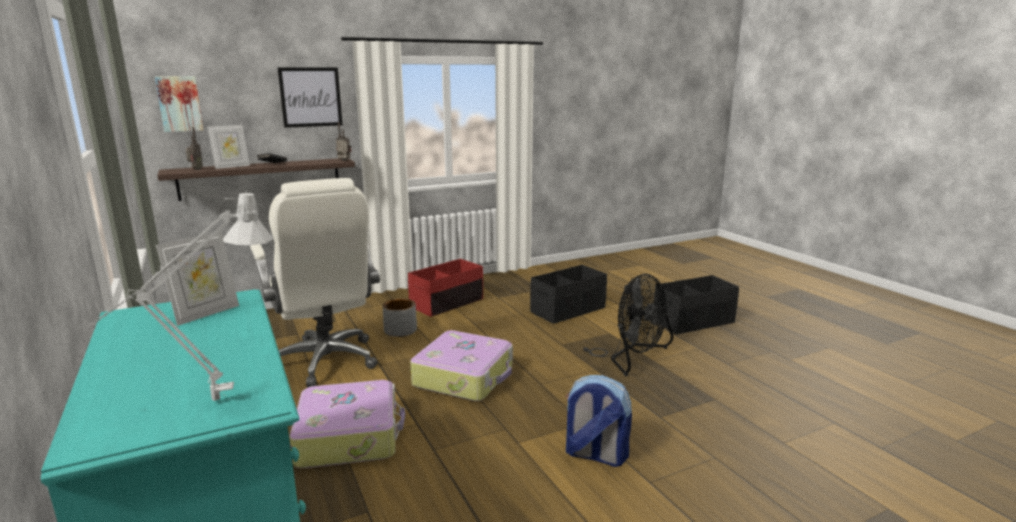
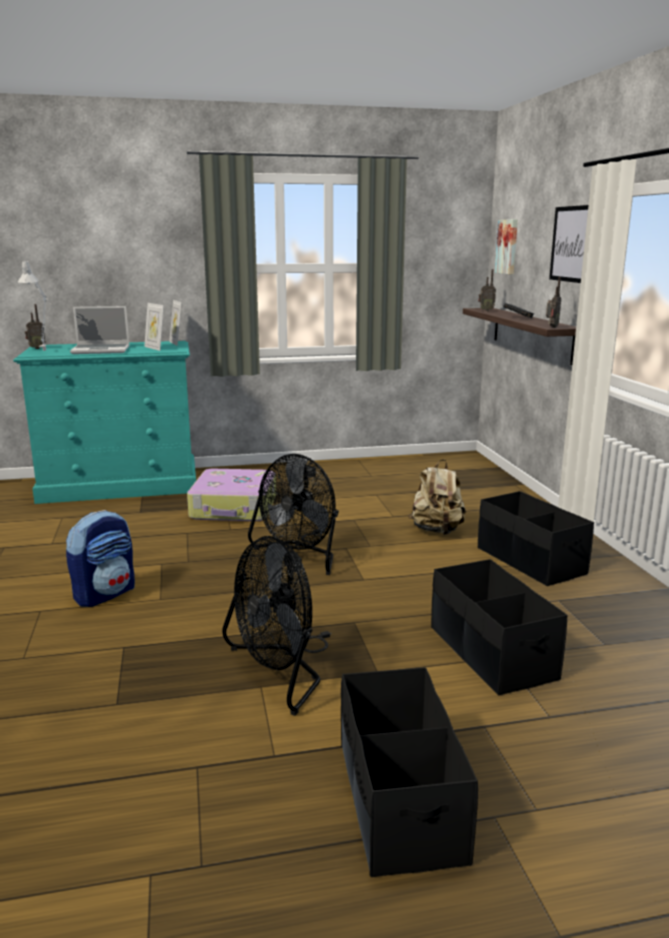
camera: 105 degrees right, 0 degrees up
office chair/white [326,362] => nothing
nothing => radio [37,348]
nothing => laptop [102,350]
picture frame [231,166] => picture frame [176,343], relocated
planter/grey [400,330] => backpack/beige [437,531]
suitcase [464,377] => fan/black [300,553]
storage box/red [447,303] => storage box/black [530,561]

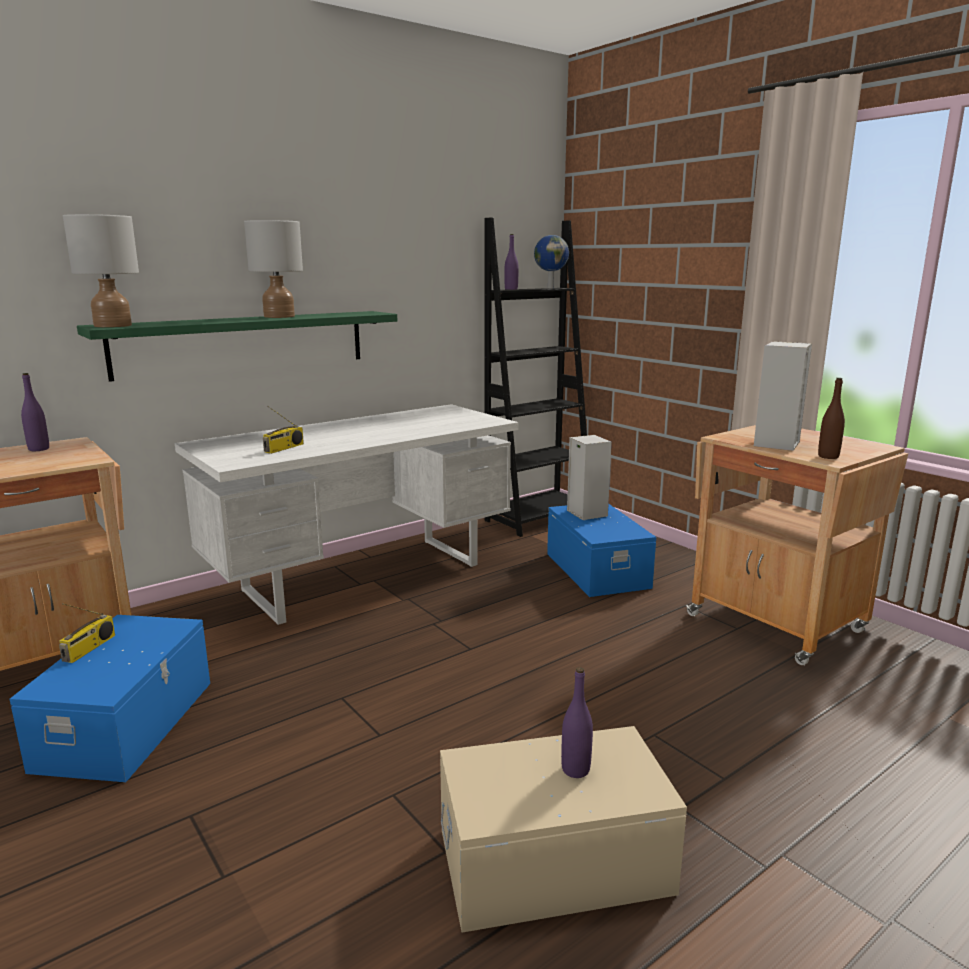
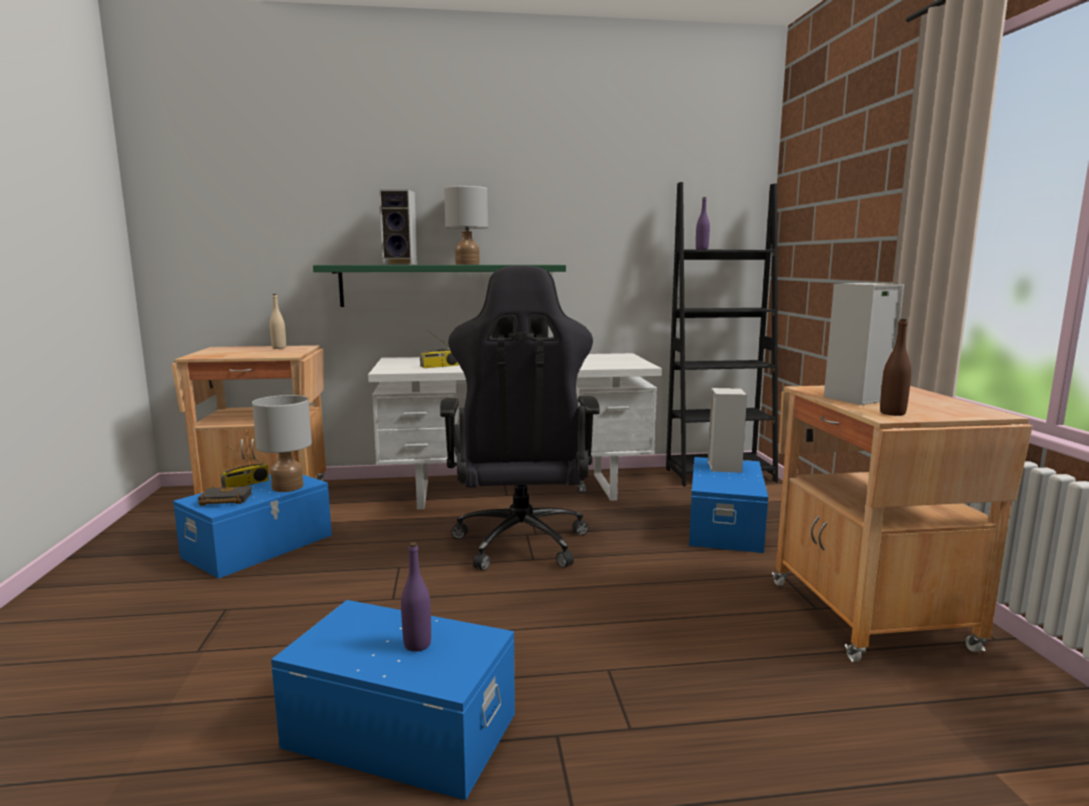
camera: 30 degrees right, 5 degrees down
globe [550,288] => nothing
nothing => book/black [224,500]
nothing => speaker [401,264]
nothing => office chair/black [520,539]
table lamp/grey [113,326] => table lamp/grey [288,487], relocated
bottle/purple [39,449] => bottle/beige [279,348]
storage box/beige [552,859] => storage box/blue [402,728]

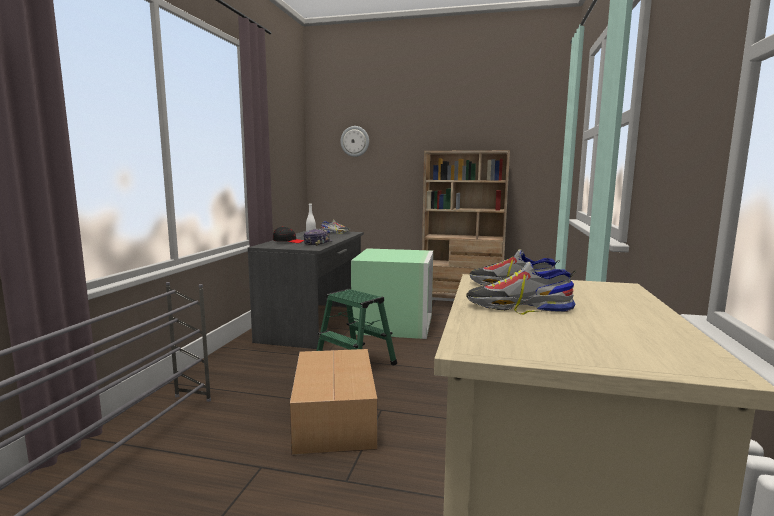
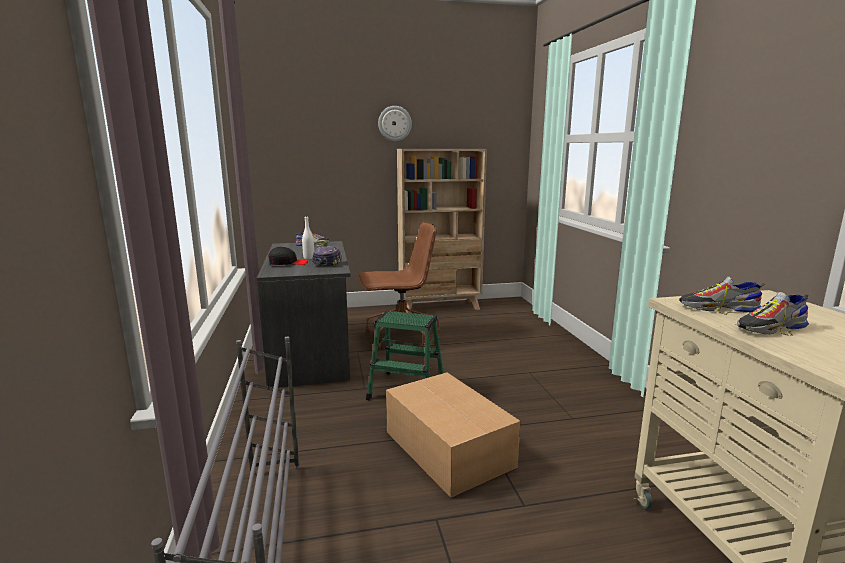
camera: 25 degrees left, 5 degrees up
wall clock [355,141] => wall clock [394,123], relocated
storage box/green [395,324] => office chair/brown [398,337]

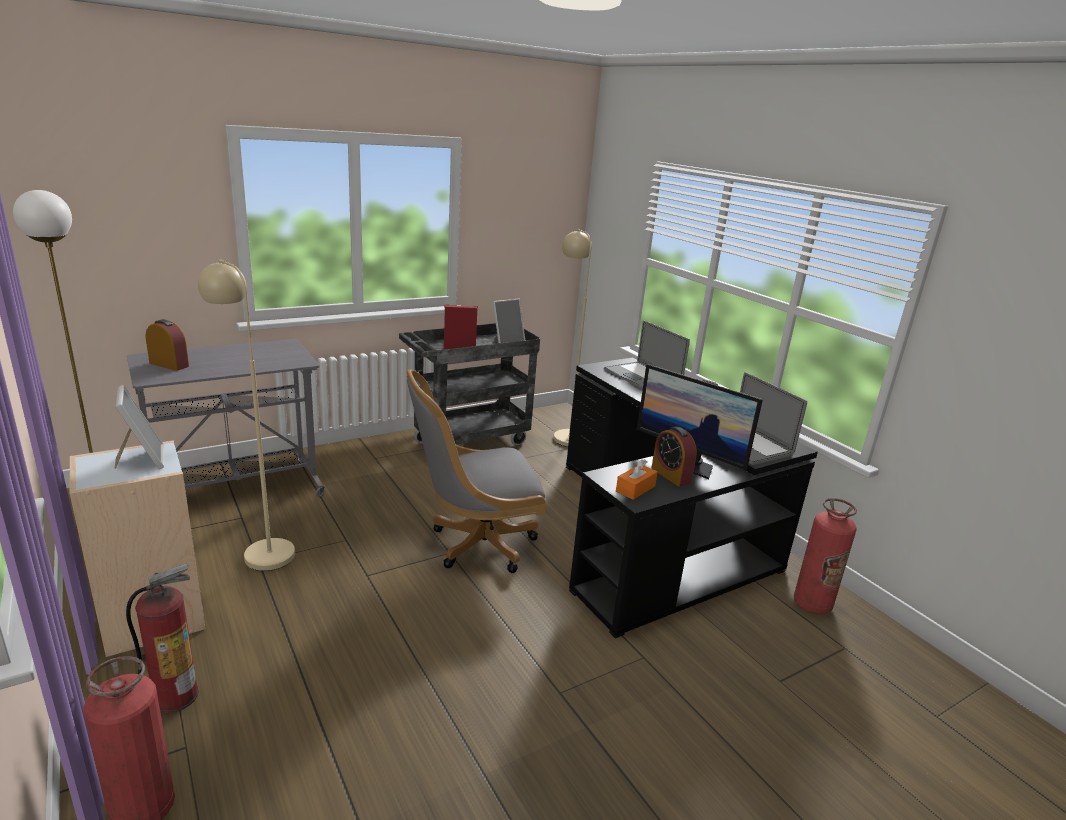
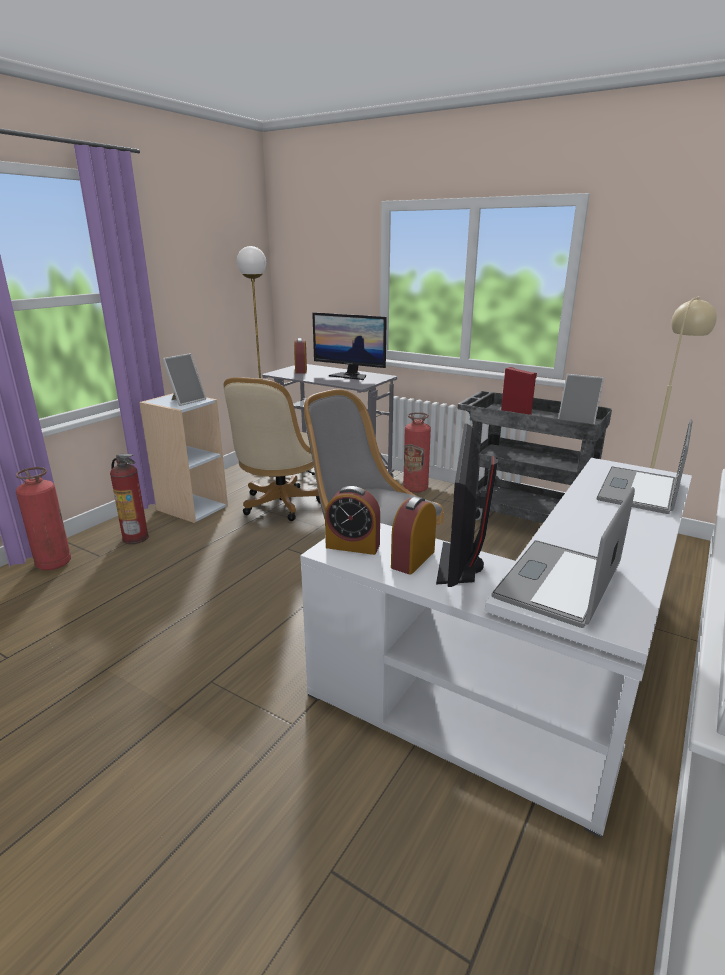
camera: 65 degrees right, 0 degrees up
nothing => monitor [350,376]
fire extinguisher [812,604] => fire extinguisher [415,489], relocated
floor lamp/beige [261,550] => office chair/beige [279,507]
tissue box/orange [635,489] => alarm clock [352,546]
desk/black [659,534] => desk/white [530,682]

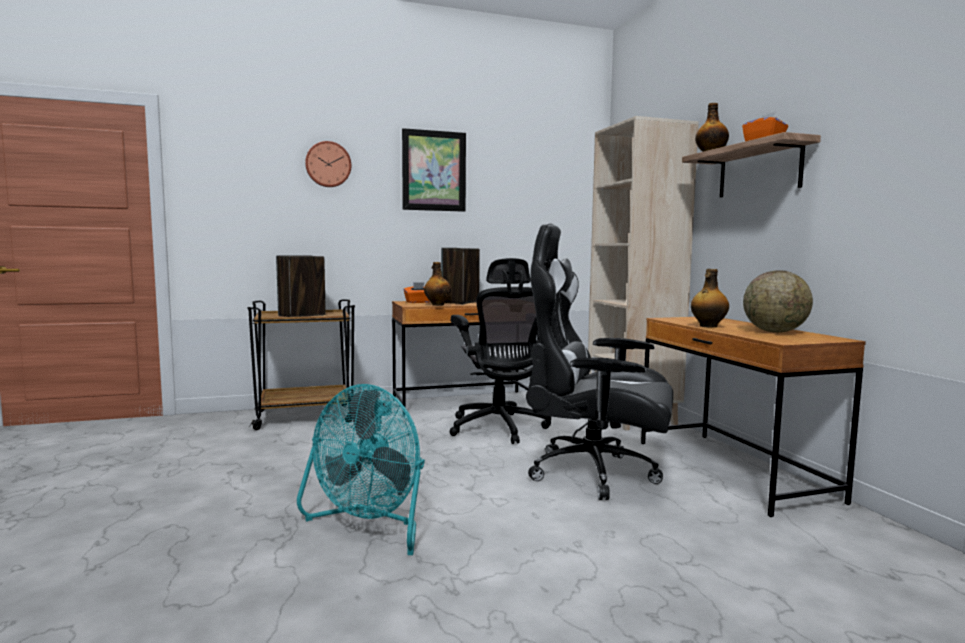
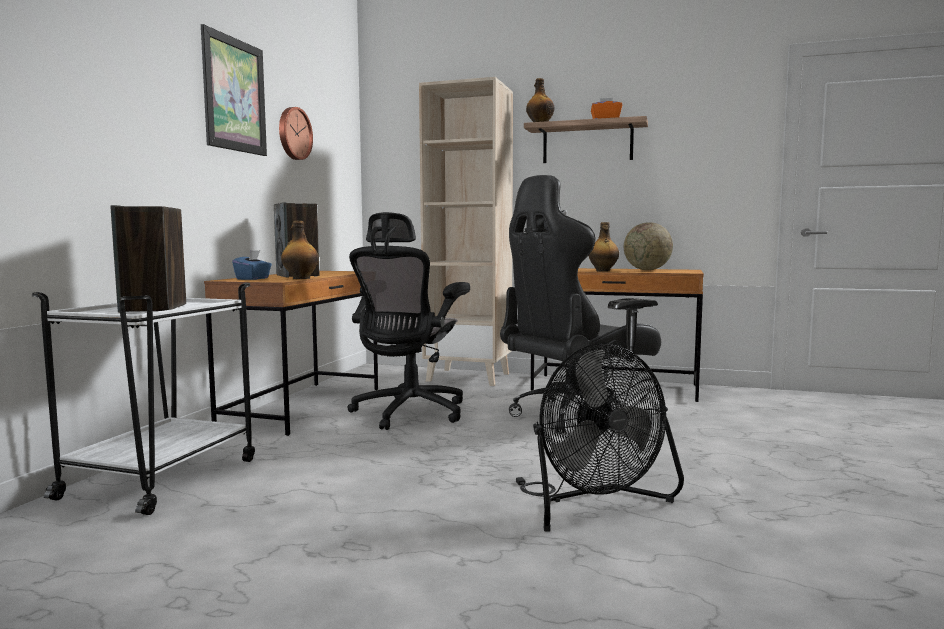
camera: 55 degrees left, 0 degrees up
wall clock [328,164] => wall clock [293,133], relocated
cart/brown [306,416] => cart/white [163,477]
fan/turquoise [371,523] => fan/black [588,504]
tissue box/orange [418,302] => tissue box/blue [253,279]
office chair [498,427] => office chair [410,413], 90 degrees clockwise

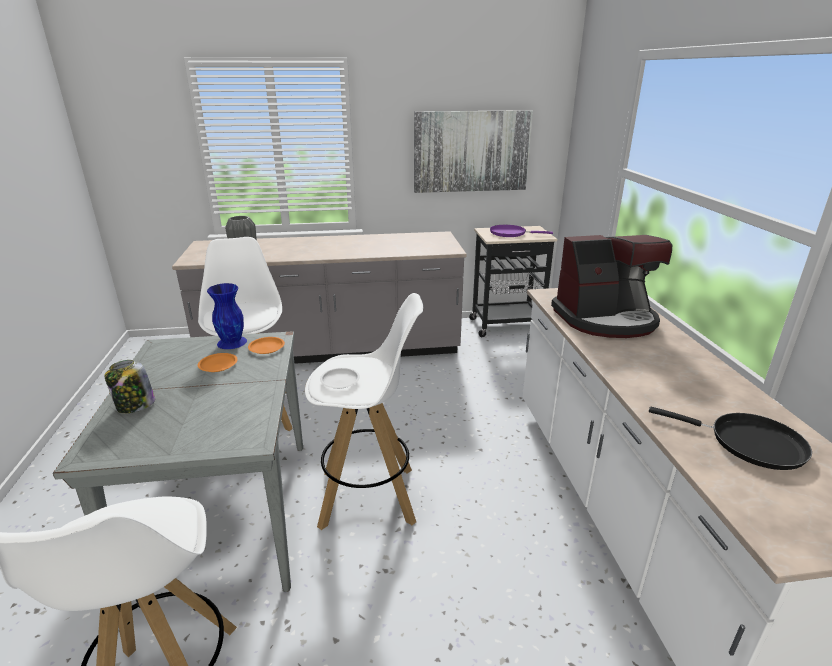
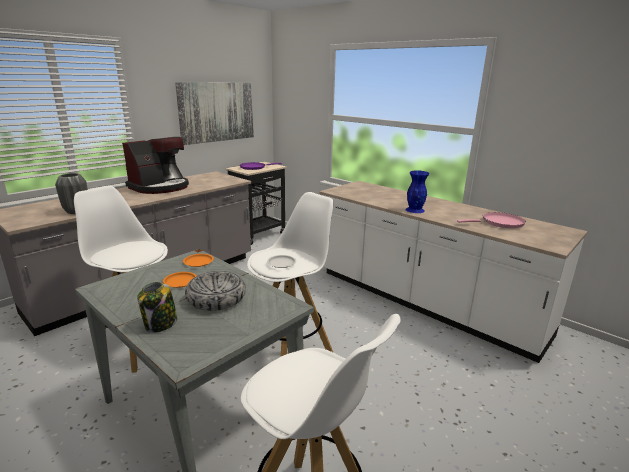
camera: 40 degrees left, 5 degrees down
nothing => bowl [216,298]
vase/blue [232,342] => vase/blue [415,210], relocated
coffee machine [605,319] => coffee machine [160,187], relocated
frying pan/black [749,443] => frying pan/pink [499,223]

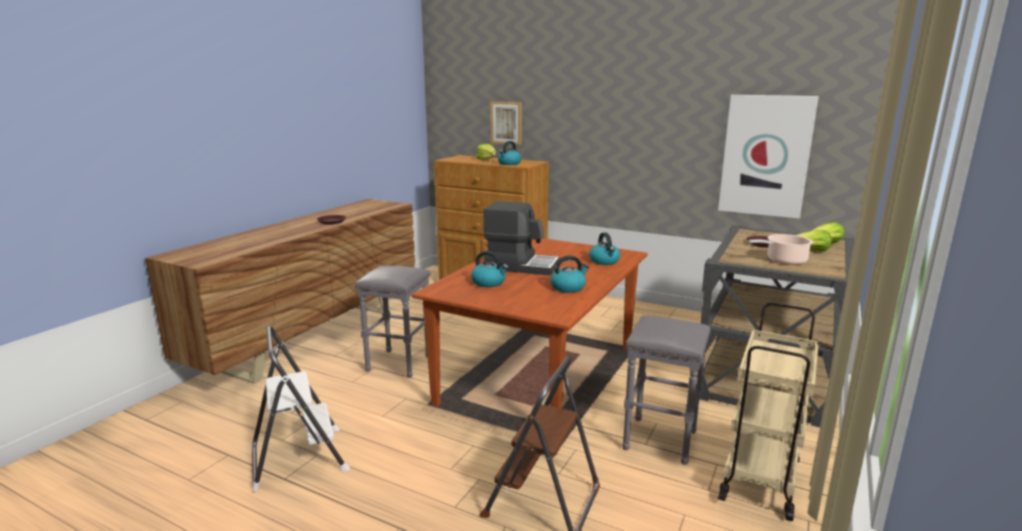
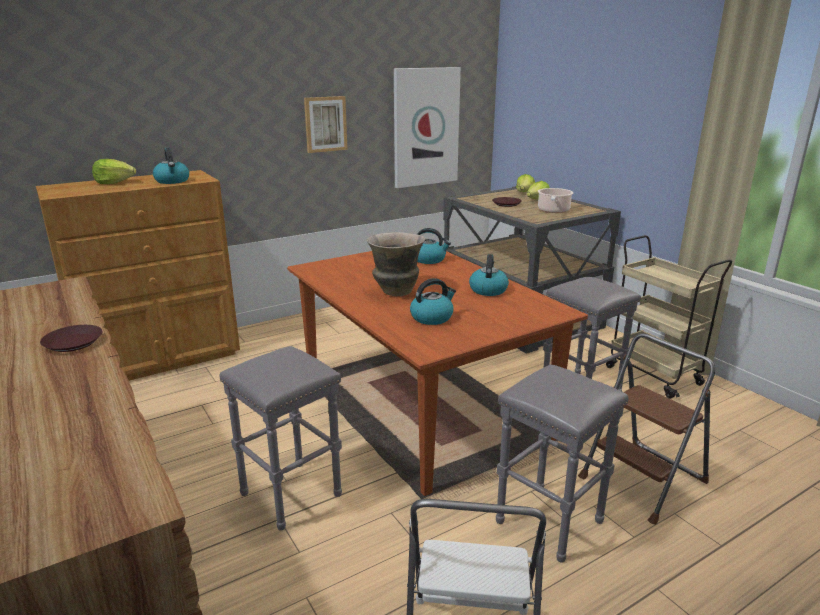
camera: 60 degrees left, 5 degrees up
nothing => stool/grey [550,523]
picture [506,123] => picture [325,124], relocated
coffee machine [521,266] => vase [395,291]

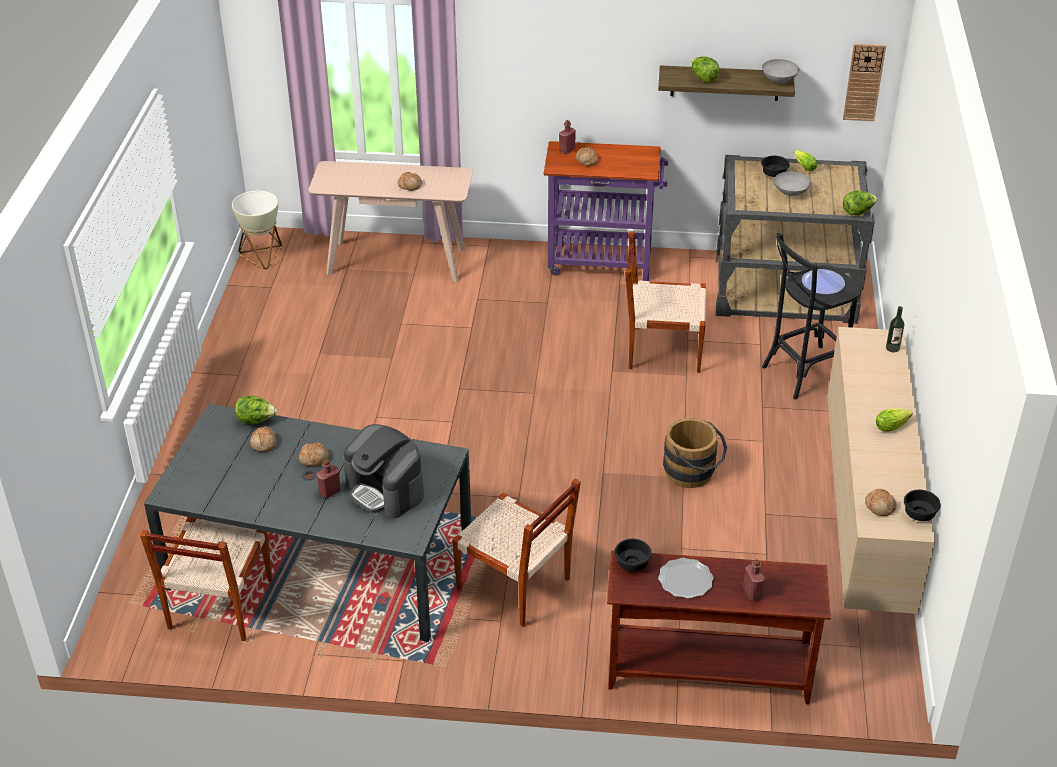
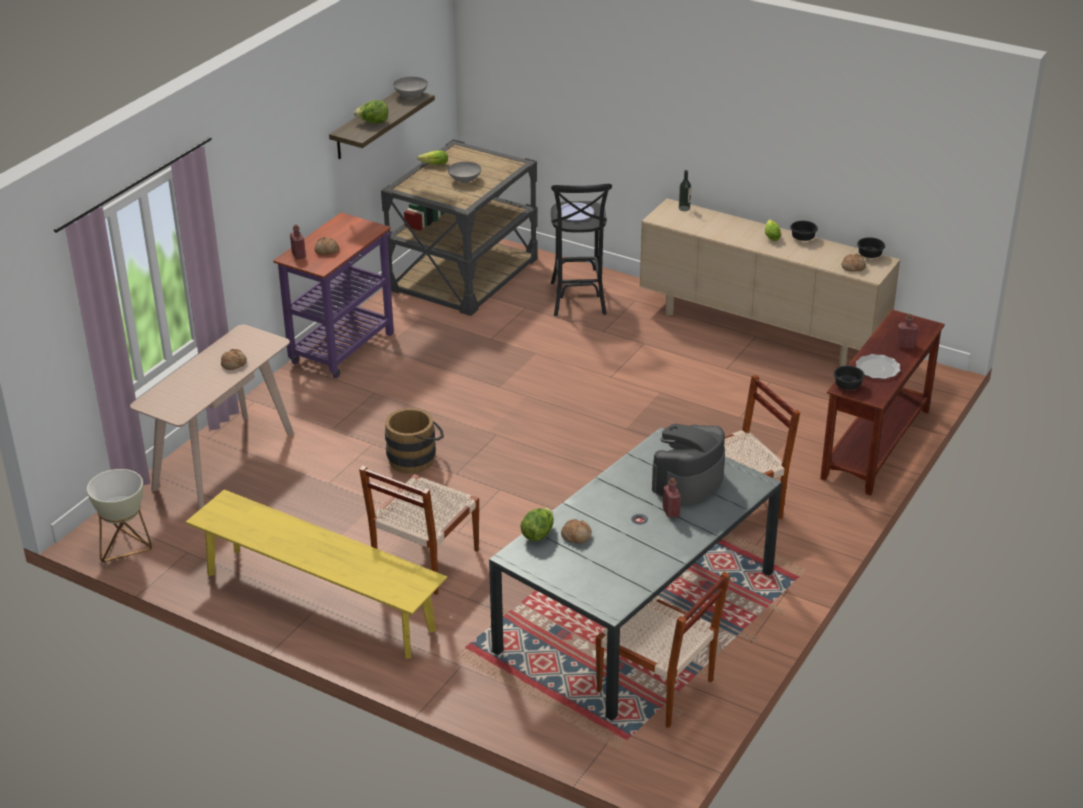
camera: 65 degrees left, 5 degrees down
bread [314,458] => nothing
wall clock [864,82] => nothing
lettuce [858,212] => nothing
nothing => bench/yellow [319,601]
chair [662,350] => chair [424,562], relocated
bucket/brown [693,473] => bucket/brown [416,458], relocated
bowl/black [775,174] => bowl/black [803,238], relocated
coffee machine [385,490] => coffee machine [687,481], 150 degrees clockwise

